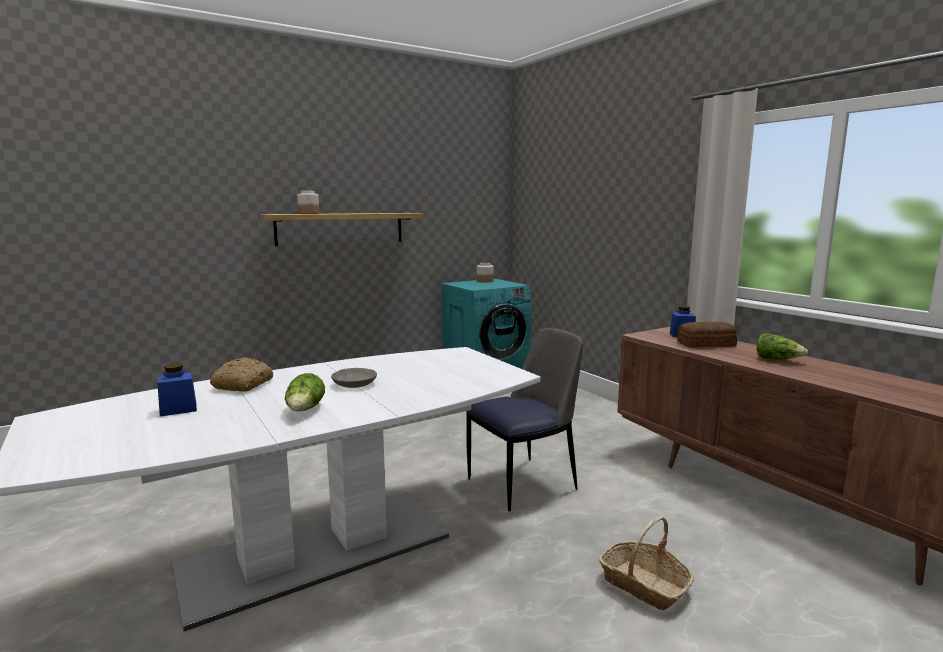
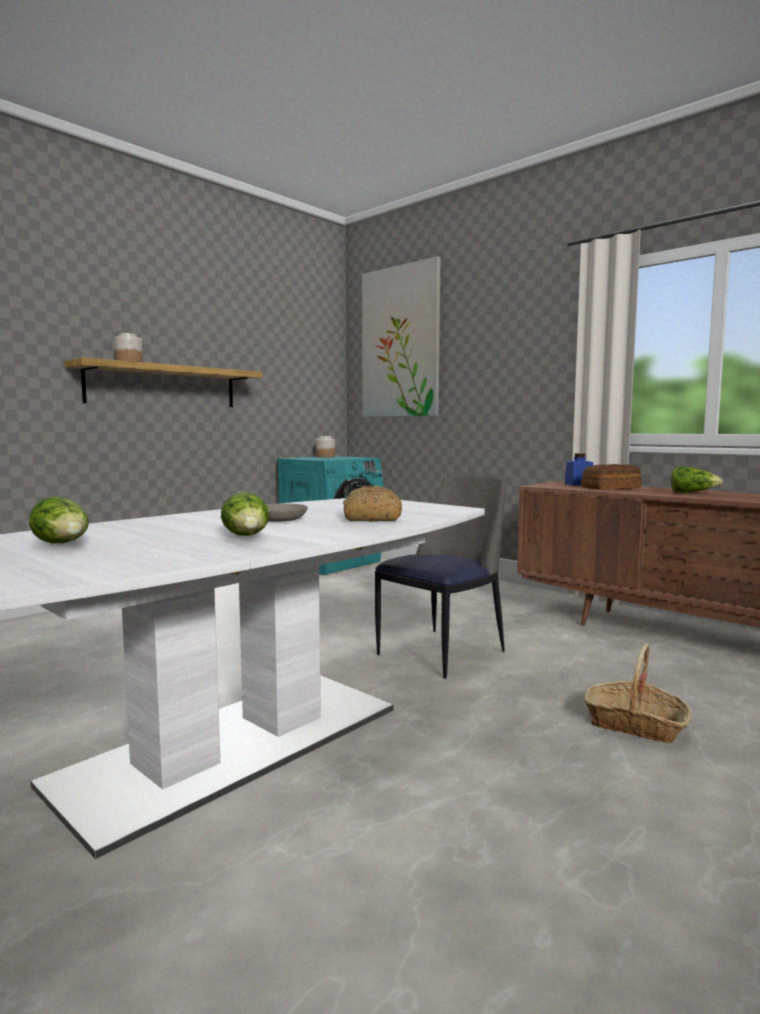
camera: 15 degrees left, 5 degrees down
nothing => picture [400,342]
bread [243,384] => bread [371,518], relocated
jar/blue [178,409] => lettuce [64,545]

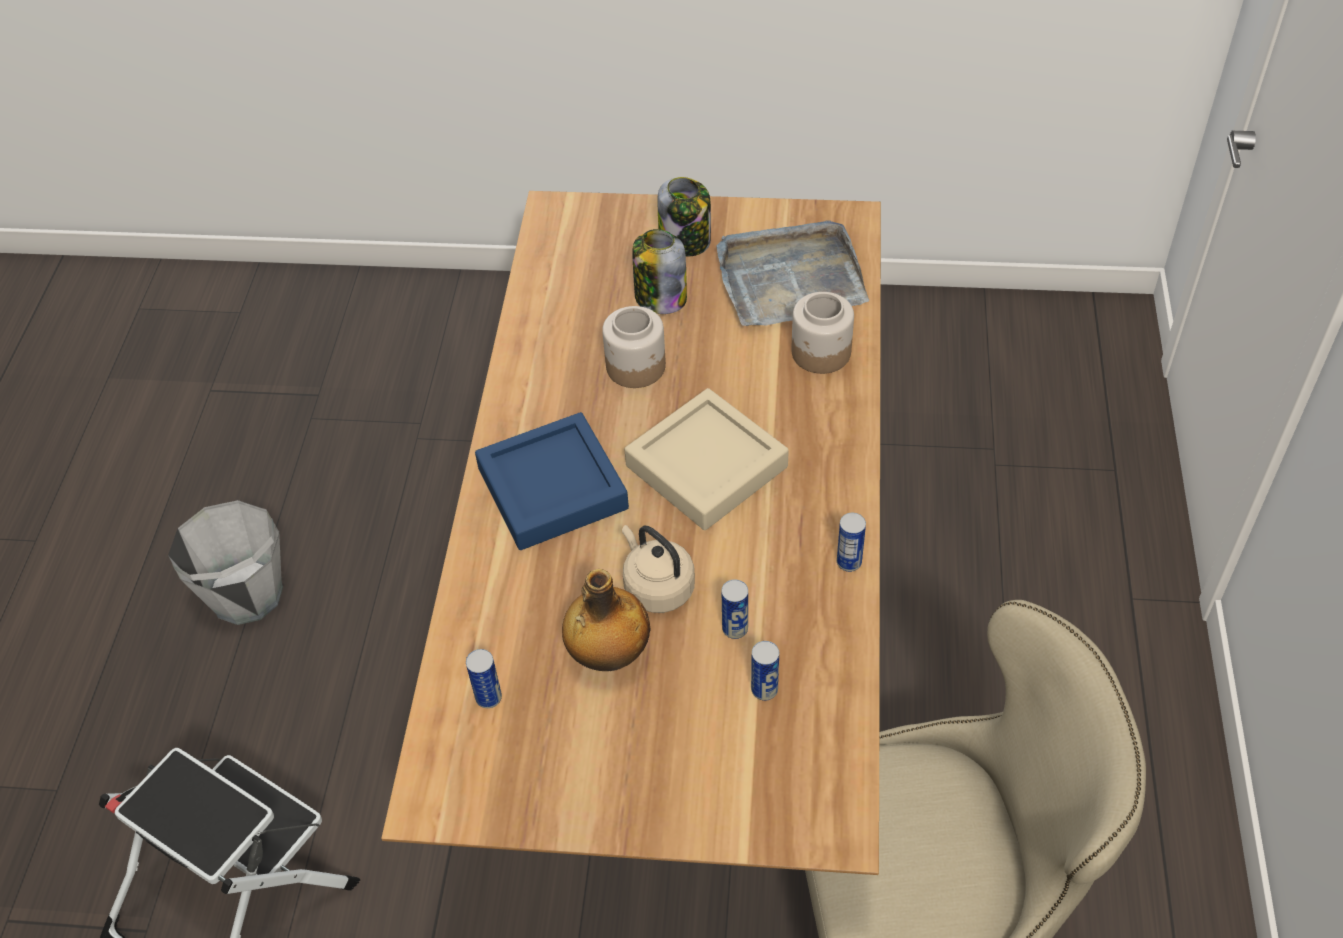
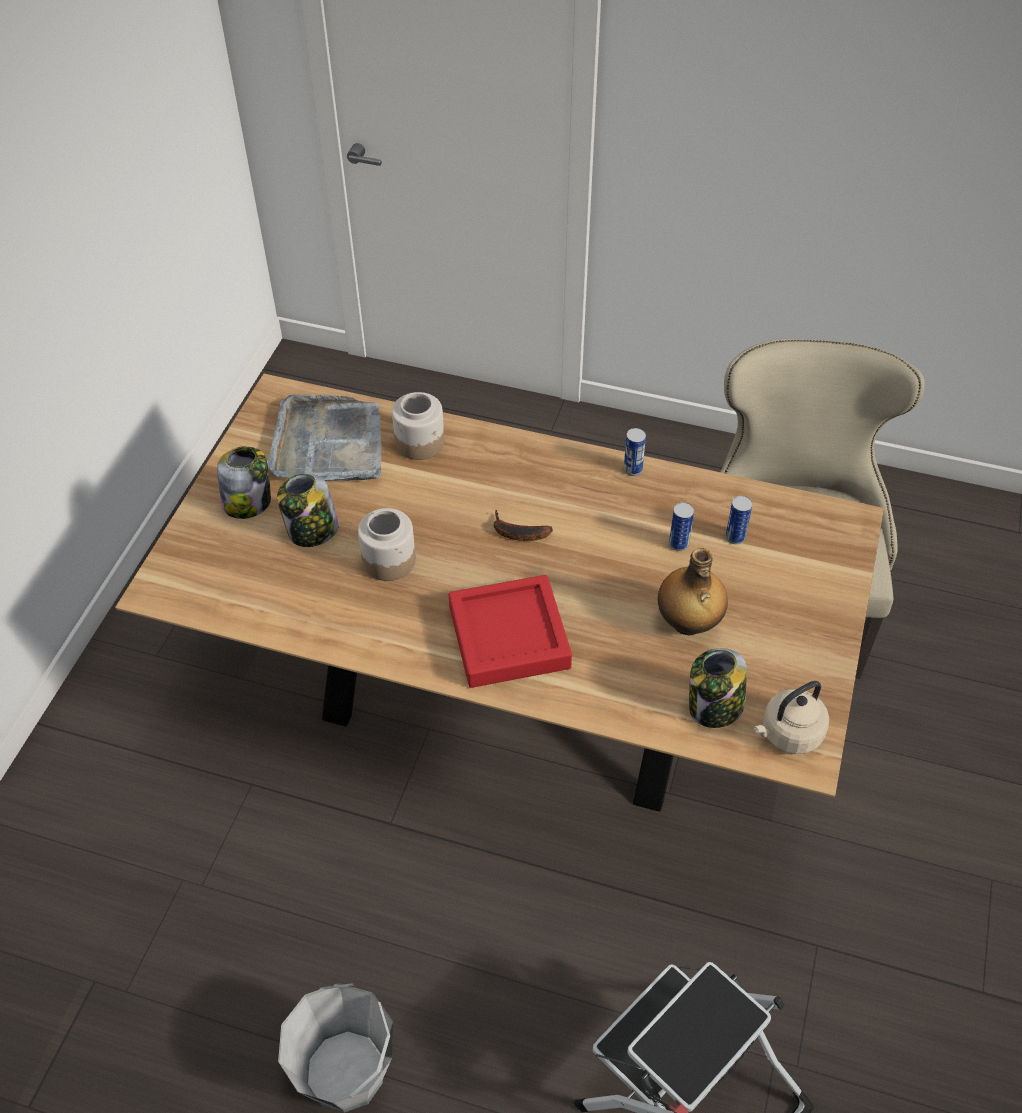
camera: 80 degrees left, 0 degrees up
kettle/beige [656,587] => kettle/beige [788,734], relocated
can [488,697] => jar [714,707]
tray/beige [706,466] => banana [516,533]
tray/blue [552,488] => tray/red [509,637]

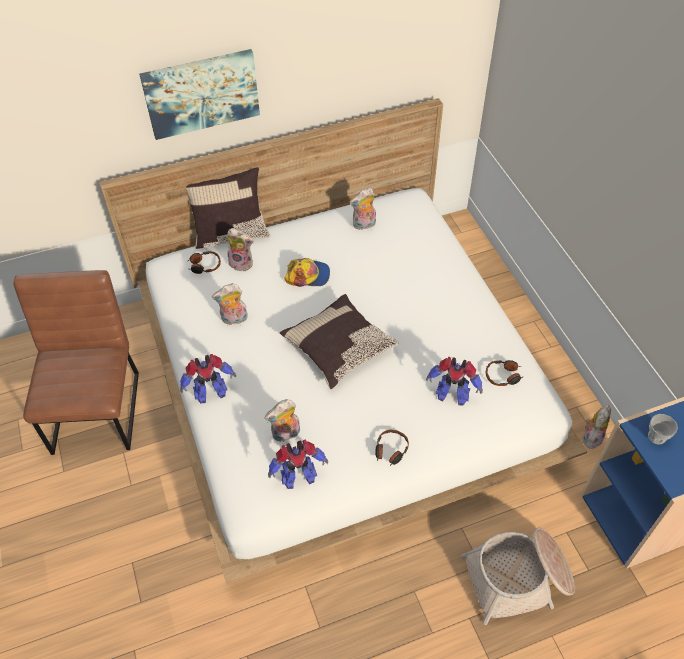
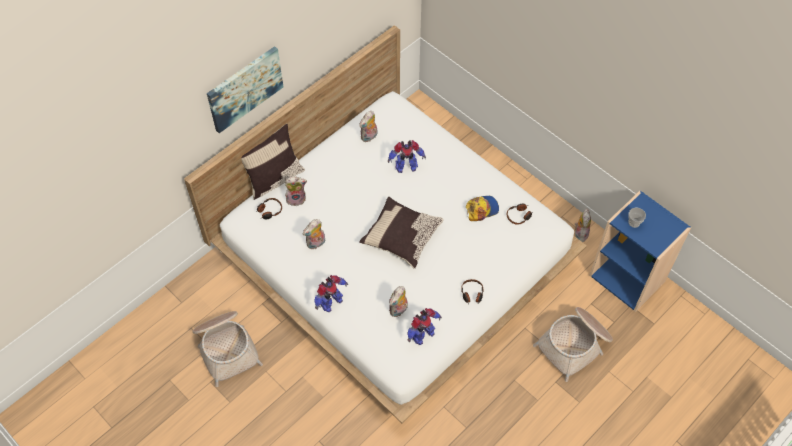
camera: 25 degrees left, 5 degrees up
cap [308,275] => cap [481,209], relocated
toy robot [452,395] => toy robot [406,167], relocated
chair/brown [97,409] => basket [226,348]

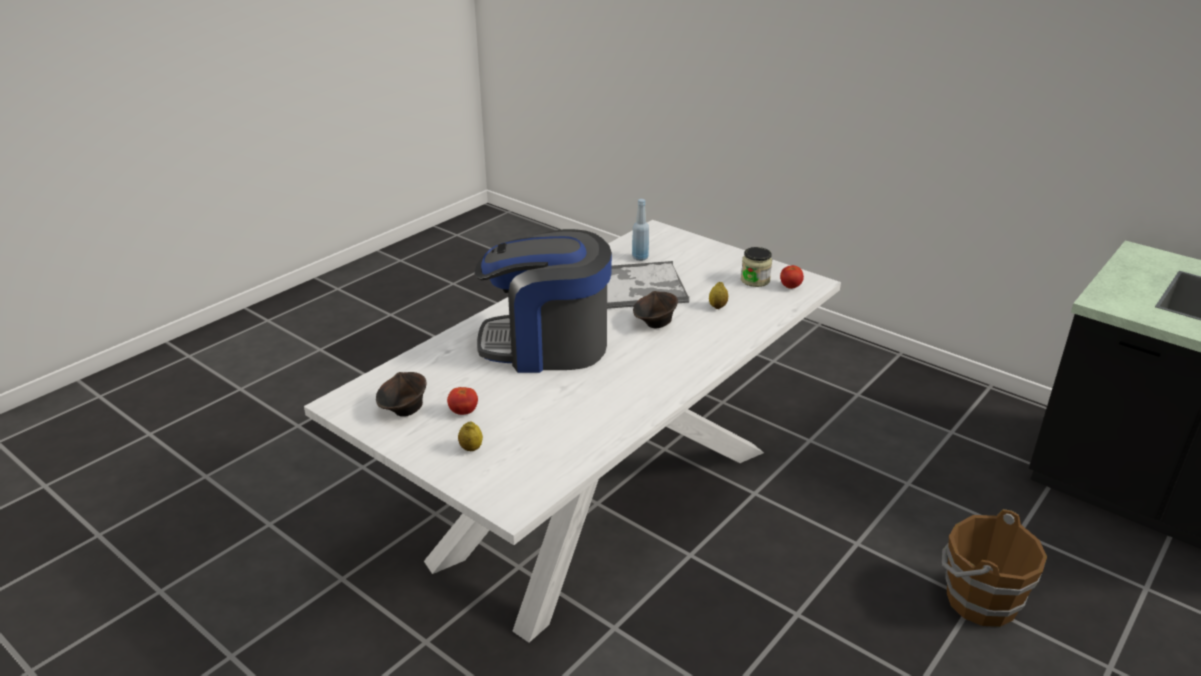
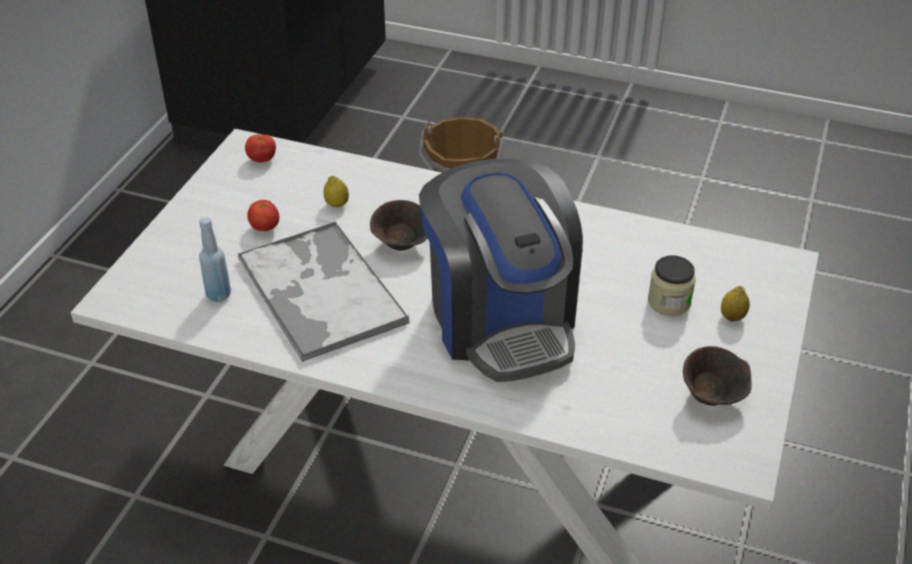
camera: 110 degrees left, 10 degrees up
tomato [463,412] => tomato [265,228], relocated
jar [755,280] => jar [669,302], relocated

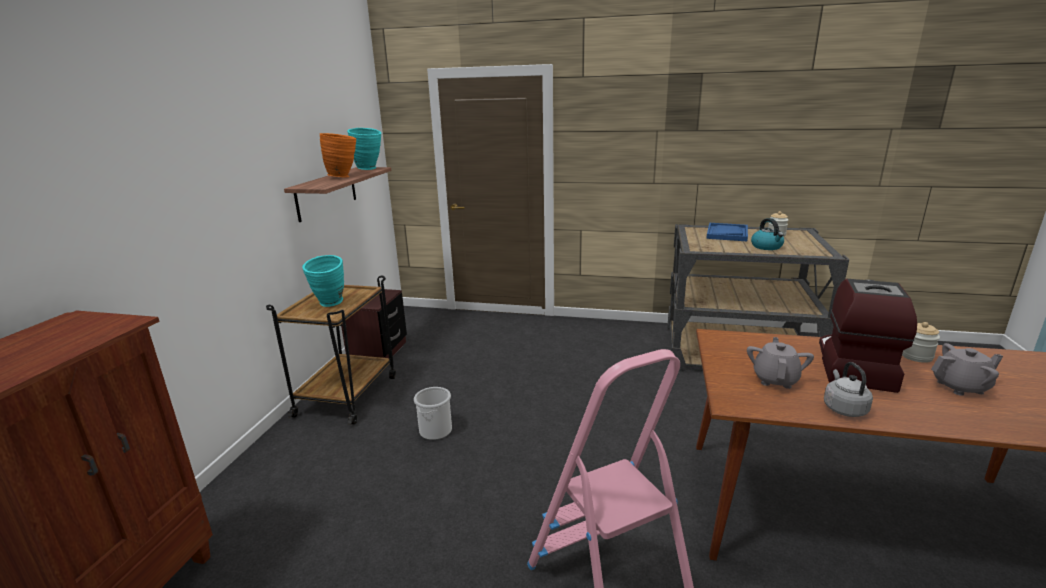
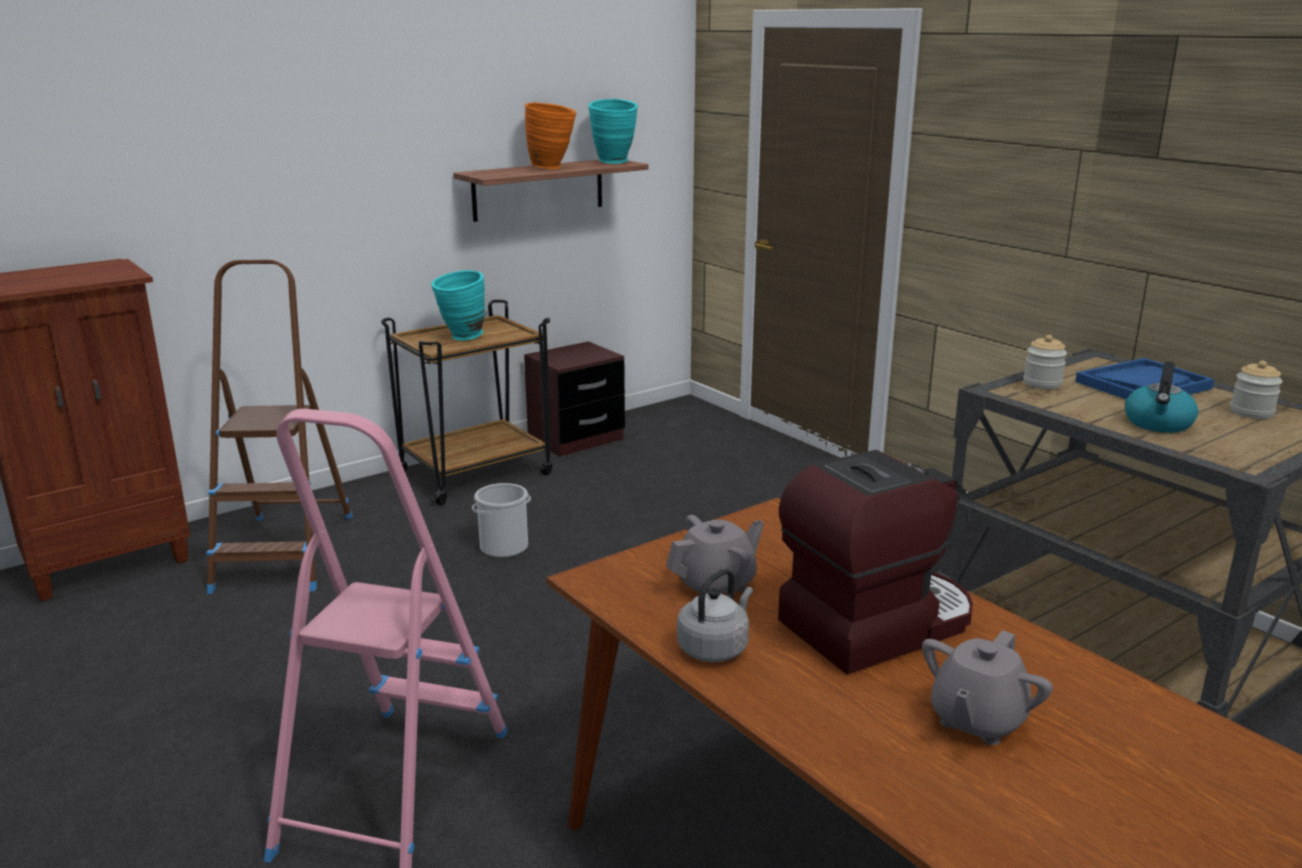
camera: 40 degrees right, 0 degrees up
nothing => step ladder/brown [284,552]
jar [916,356] => jar [1042,383], relocated
teapot/grey [960,387] => teapot/grey [977,720], 90 degrees clockwise

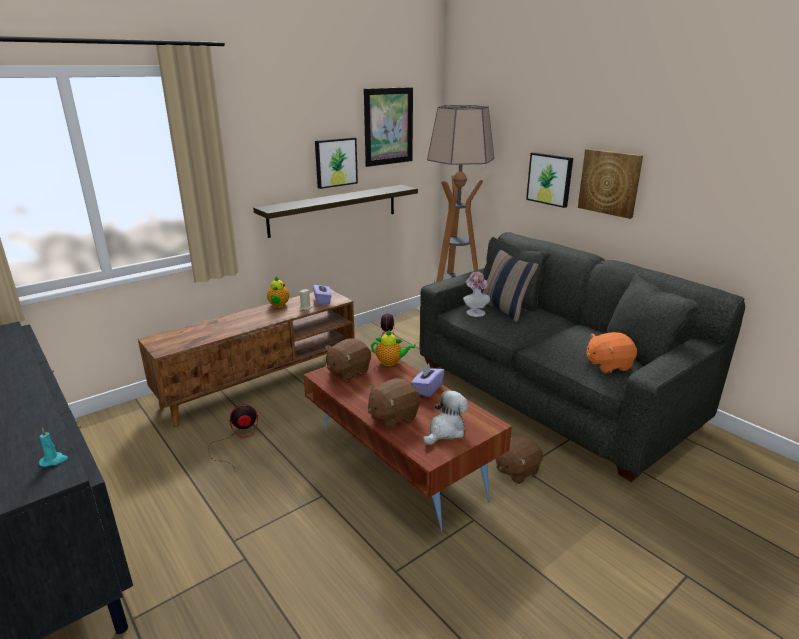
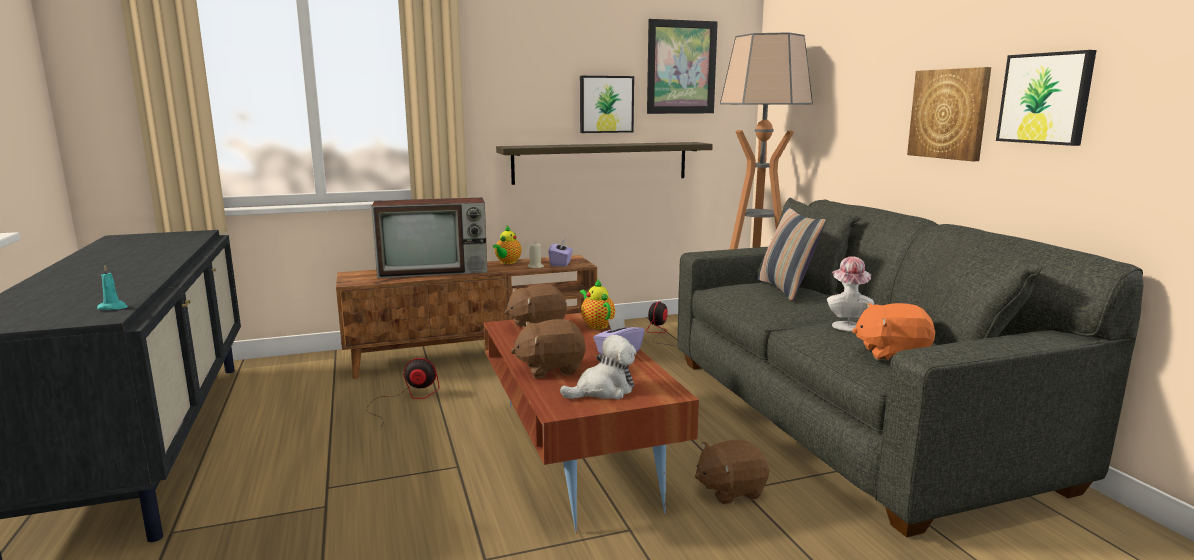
camera: 20 degrees right, 10 degrees down
nothing => television [435,270]
hat [474,312] => hat [846,325], relocated
picture [550,179] => picture [1046,98], relocated
teapot [391,362] => teapot [596,325], 150 degrees counterclockwise

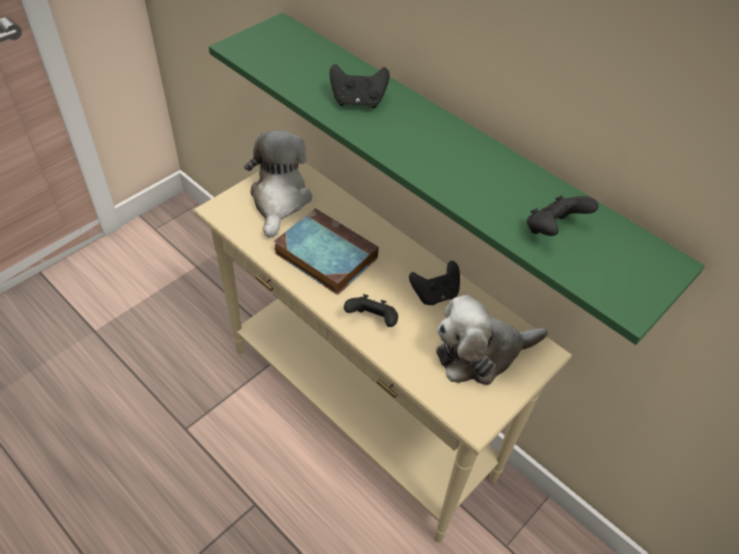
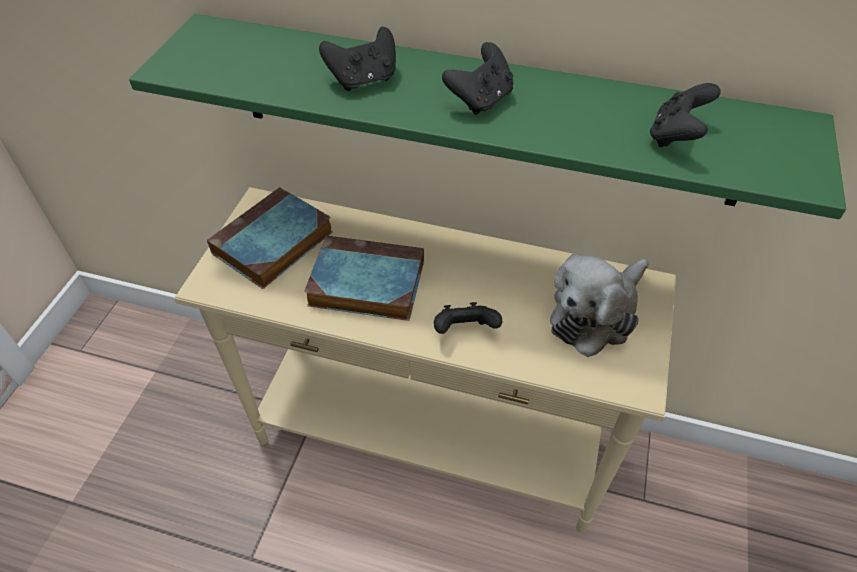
camera: 25 degrees left, 0 degrees up
game controller/black [435,294] => game controller/black [480,100], relocated
plush toy [279,200] => book [272,244]

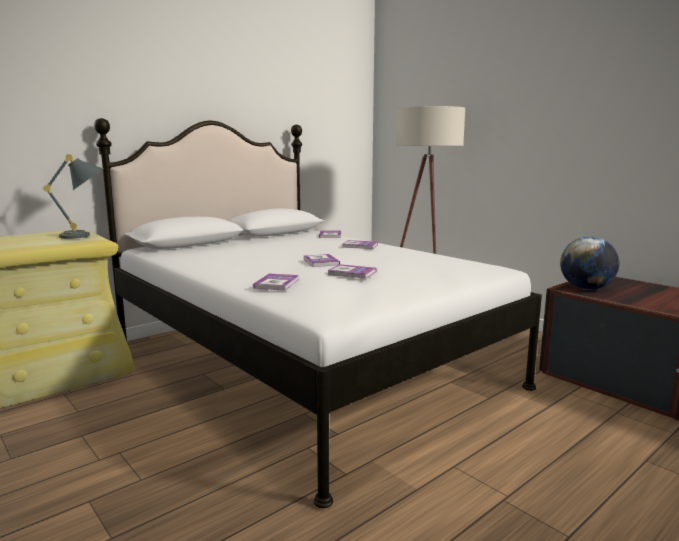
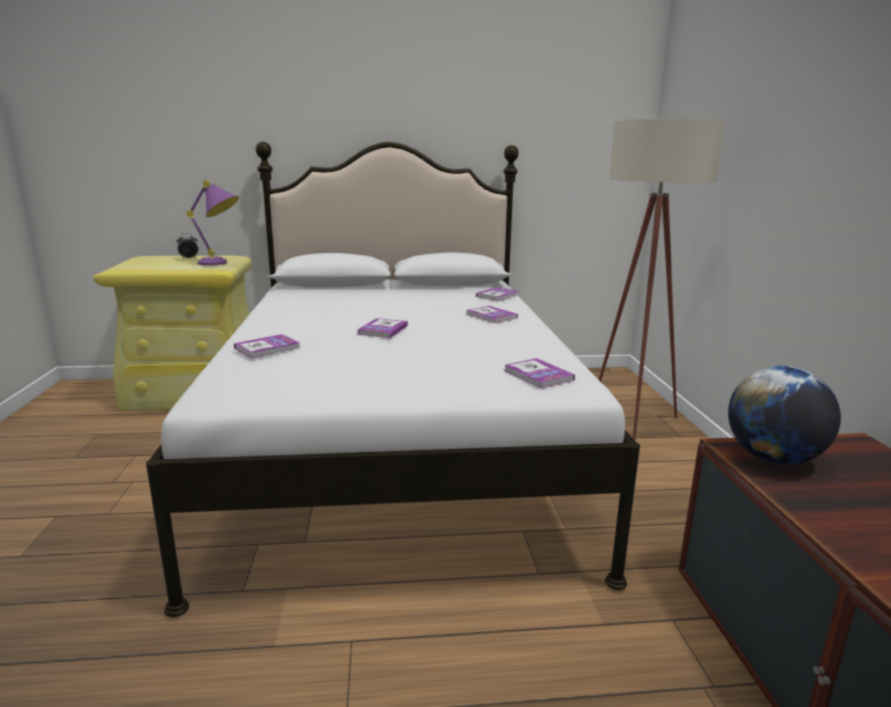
camera: 35 degrees right, 5 degrees up
nothing => alarm clock [189,259]
book [352,273] => book [538,375], relocated
table lamp/grey [86,235] => table lamp/purple [221,263]

